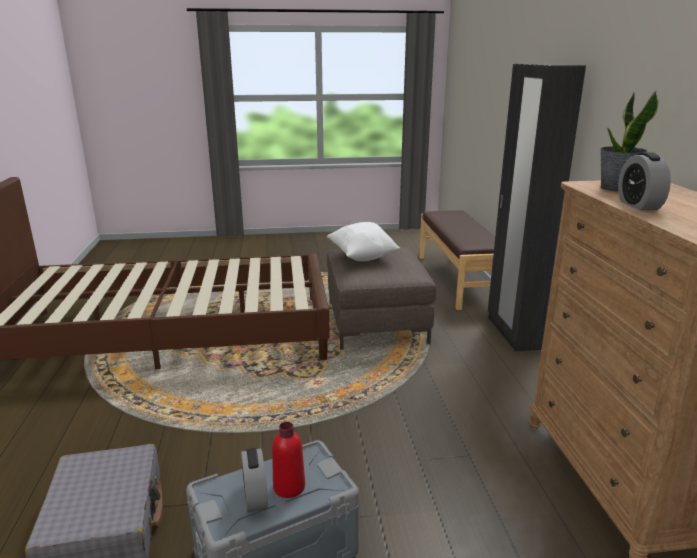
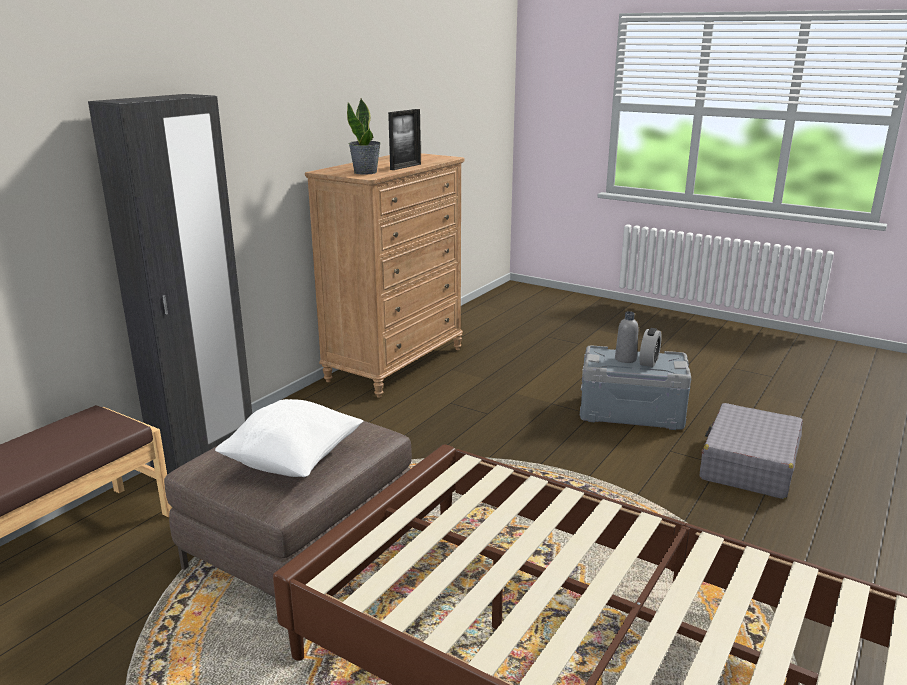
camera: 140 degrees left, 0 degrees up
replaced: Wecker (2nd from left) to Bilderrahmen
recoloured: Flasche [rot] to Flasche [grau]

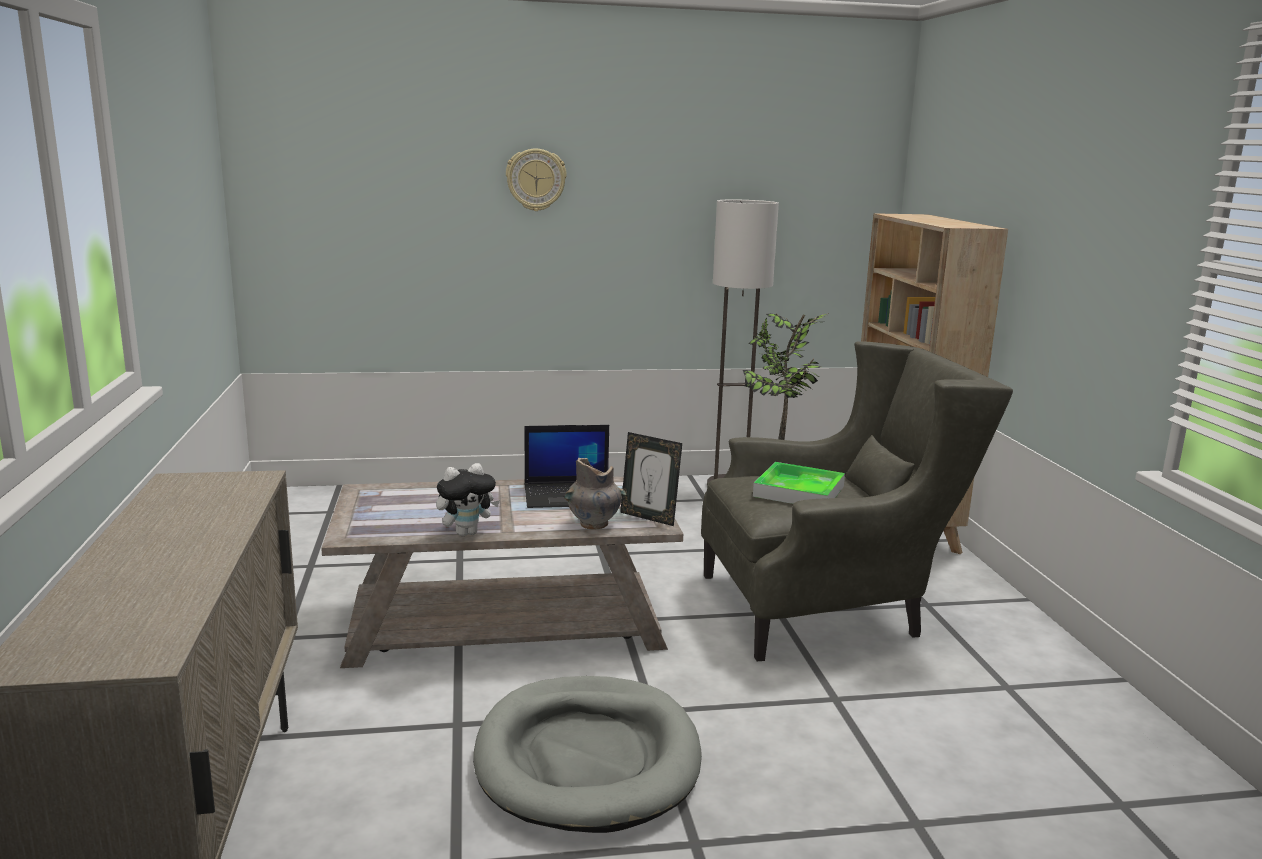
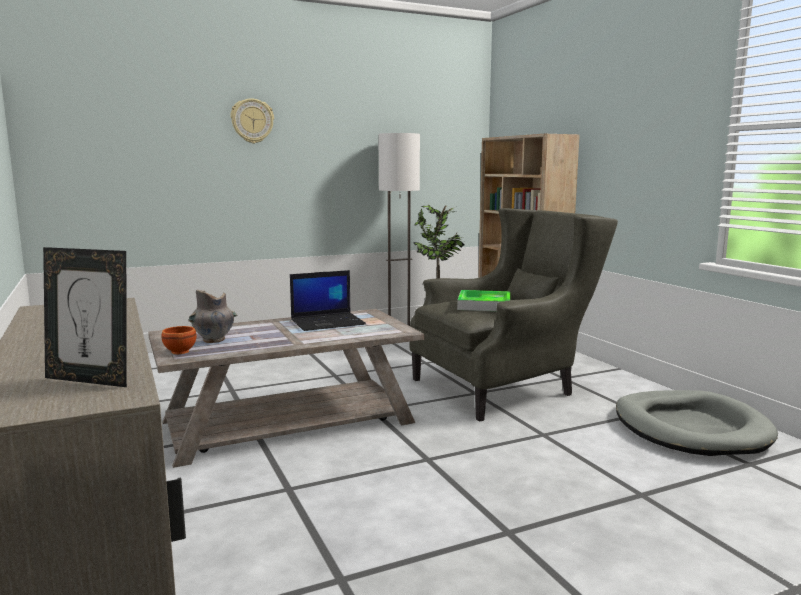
camera: 15 degrees left, 5 degrees down
removed: Plüschtier
added: Schüssel [braun]
moved: Bilderrahmen; Vase [grau]; Hundebett [grau]

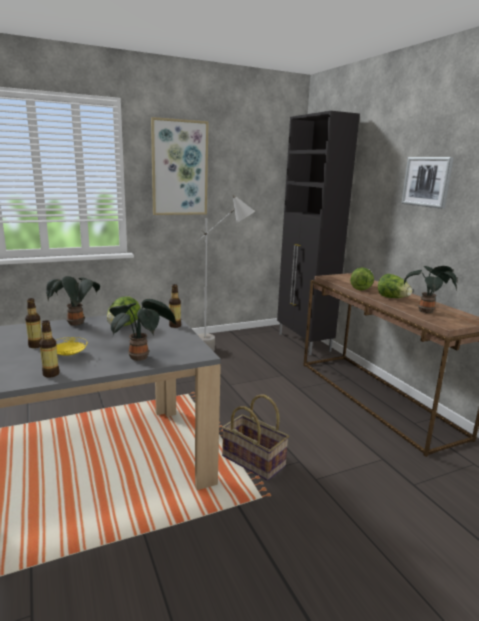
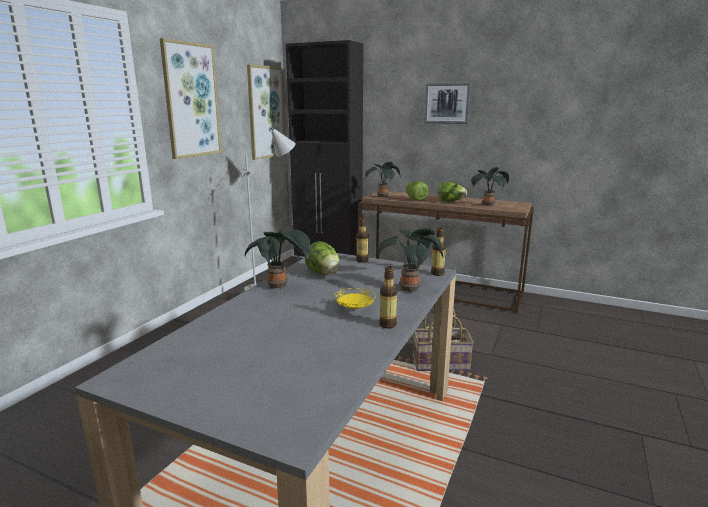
camera: 40 degrees left, 0 degrees up
added: Bild (2nd from left); Topfpflanze (2nd from left)
moved: Flasche (1st from left in the first image) to Flasche (3rd from left)

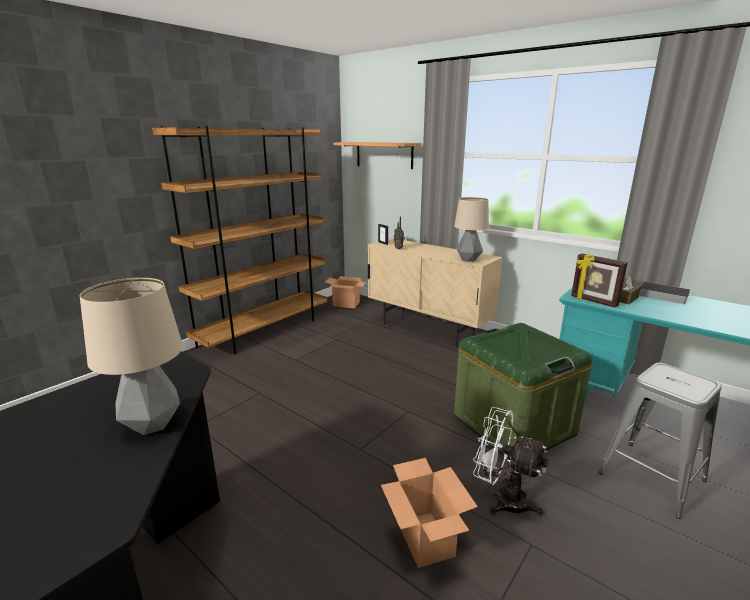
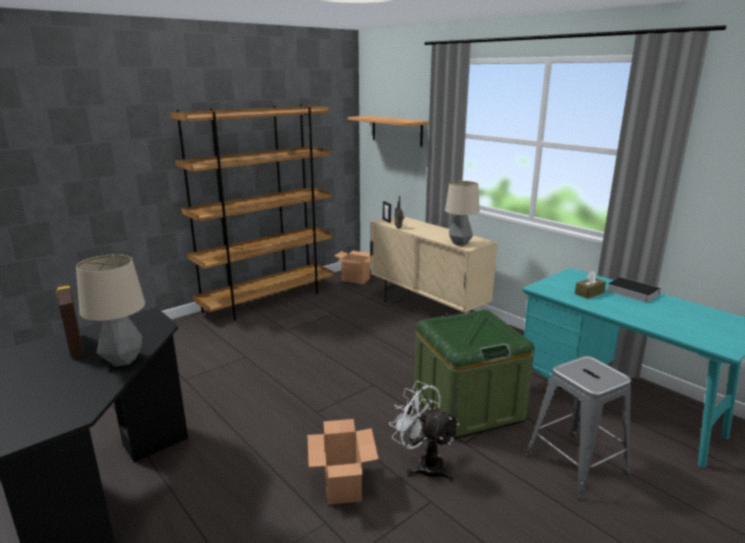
camera: 10 degrees right, 0 degrees up
moved: Bilderrahmen (2nd from left in the first image) to Bilderrahmen (1st from left)

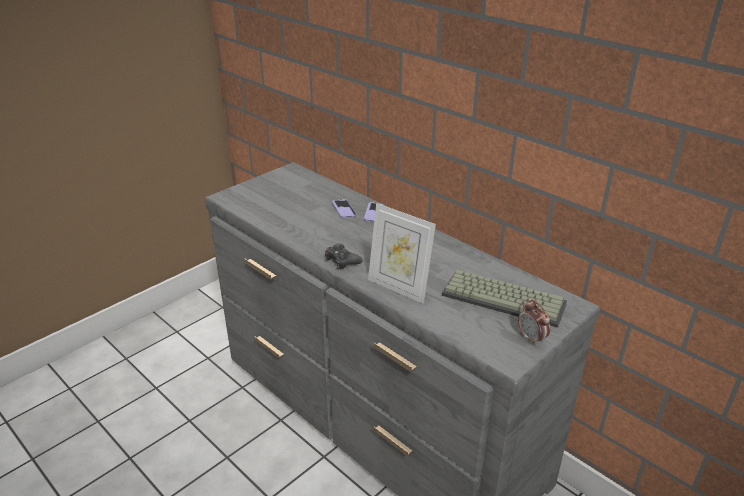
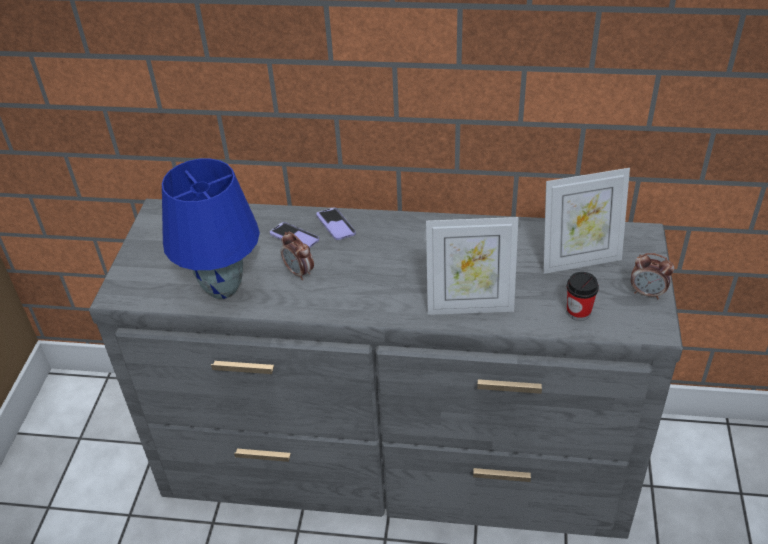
camera: 35 degrees left, 10 degrees up
removed: Gamepad [schwarz]
added: Tischlampe [blau]; Wecker (1st from left); Tasse
replaced: Tastatur to Bilderrahmen (2nd from left)

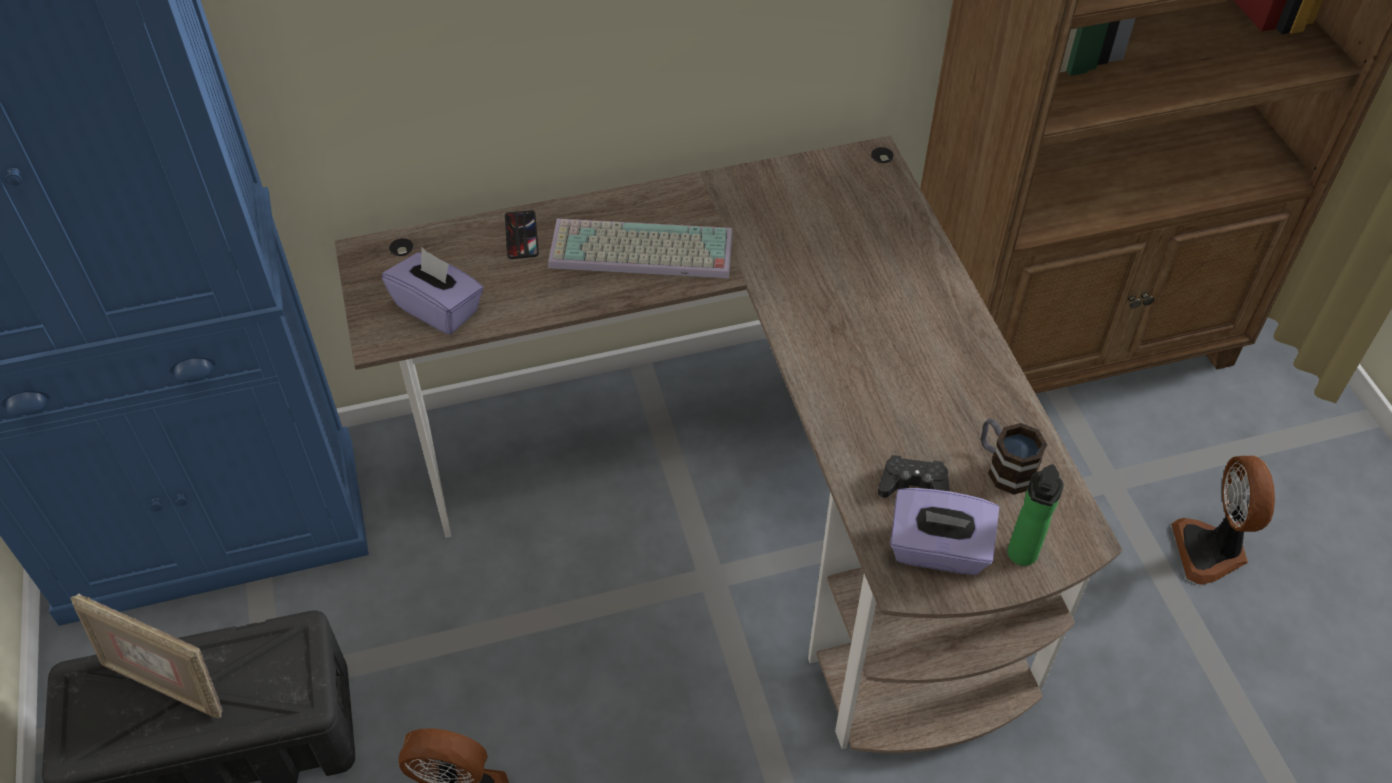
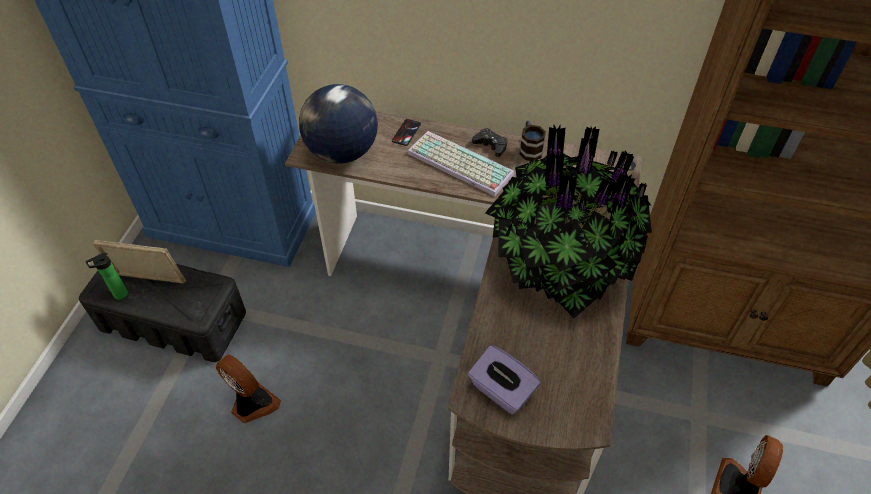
camera: 30 degrees right, 0 degrees up
added: Topfpflanze
moved: Flasche; Gamepad [schwarz]; Henkelbecher
replaced: Taschentuchbox [lila] (1st from left) to Globus
turned: Bilderrahmen 135 degrees clockwise

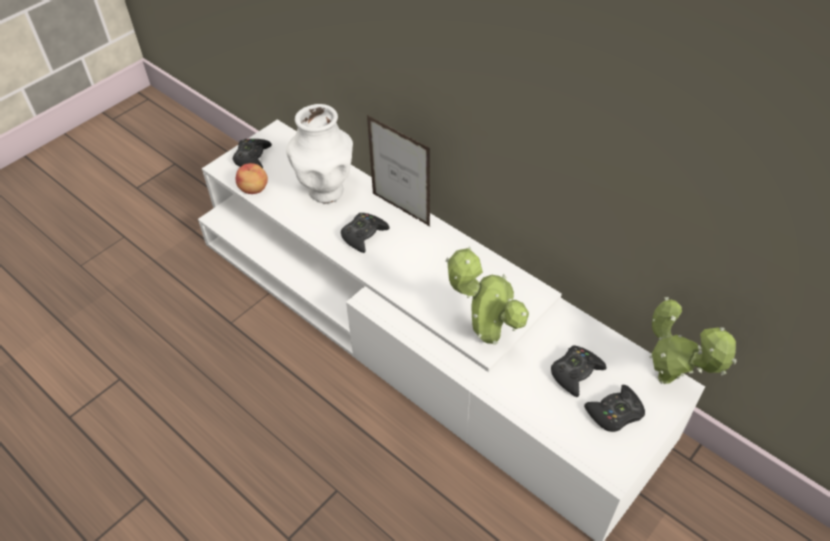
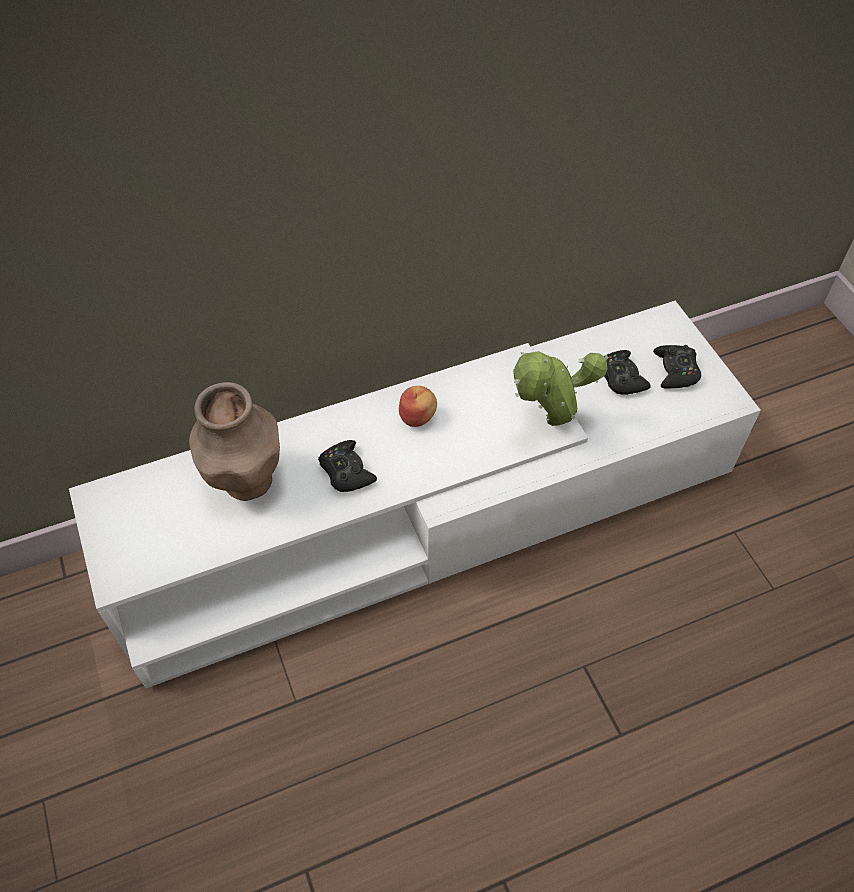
camera: 65 degrees left, 5 degrees up
removed: Gamepad [schwarz] (1st from left); Bilderrahmen; Topfpflanze (2nd from left)
moved: Apfel
recoloured: Vase [weiß] to Vase [braun]

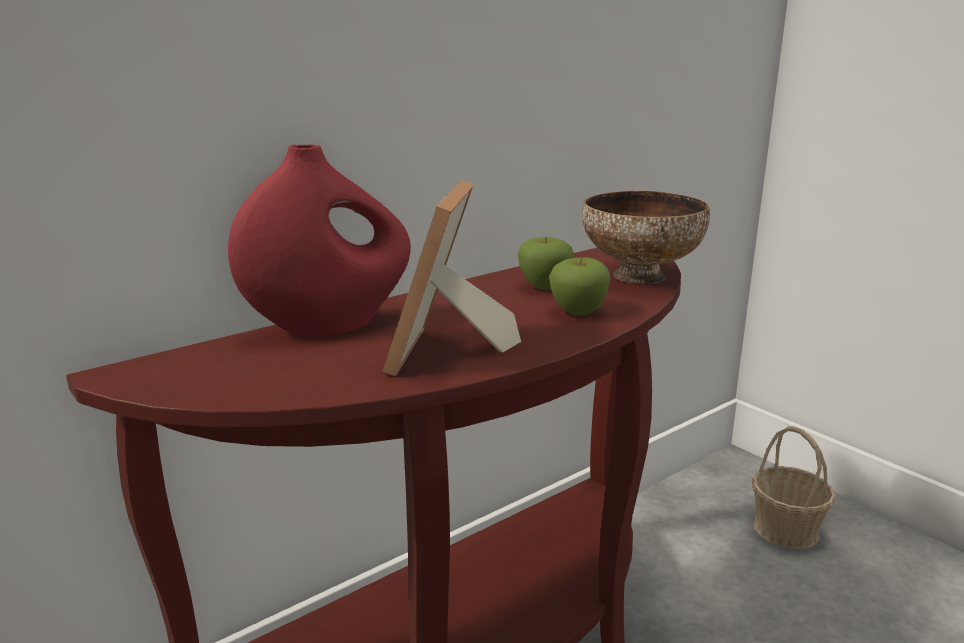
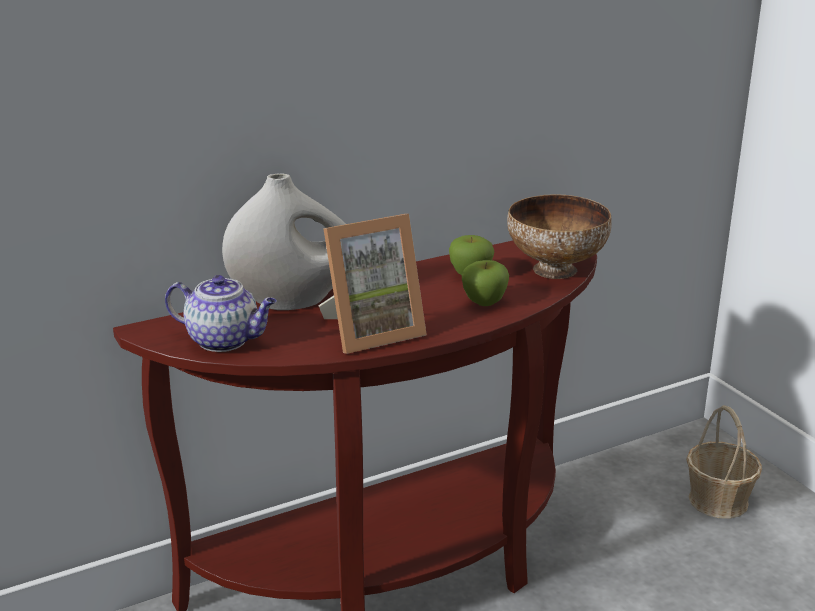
camera: 10 degrees right, 5 degrees up
added: Teekanne
recoloured: Vase [rot] to Vase [weiß]
turned: Bilderrahmen 135 degrees counterclockwise

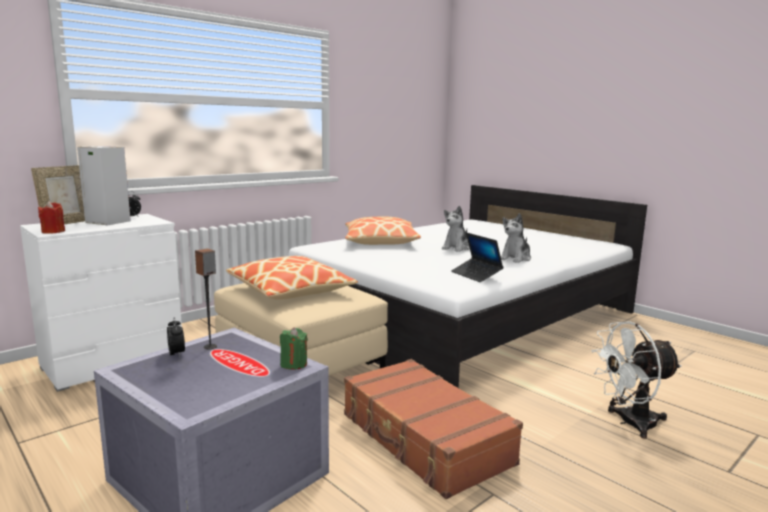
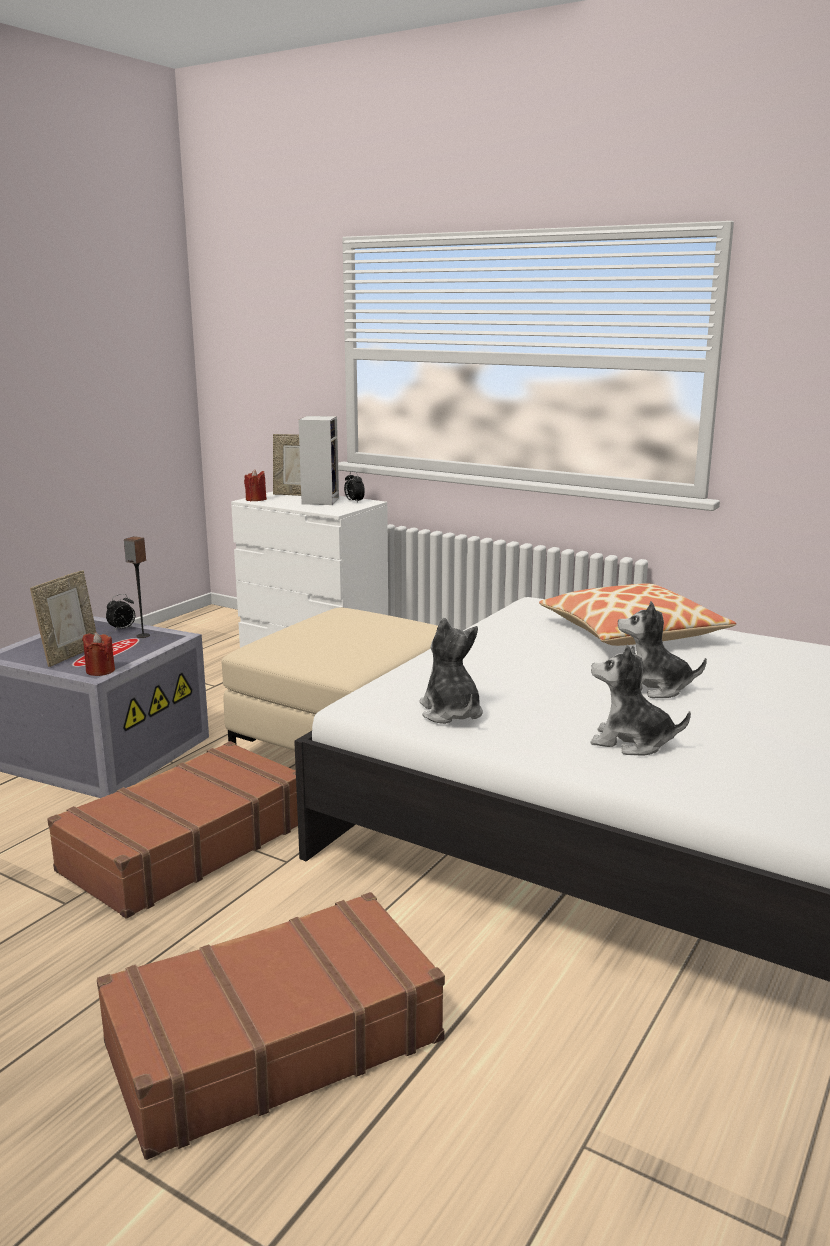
camera: 75 degrees right, 5 degrees up
removed: Kissen (1st from left)
added: Bilderrahmen (1st from left)
replaced: Ventilator [weiß] to Koffer [braun] (2nd from left); Laptop to Plüschtier (1st from left)
recoloured: Kerze [grün] to Kerze [rot] (1st from left)

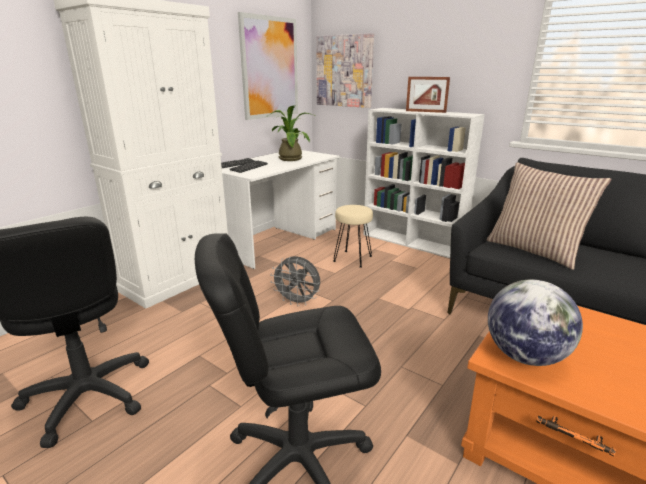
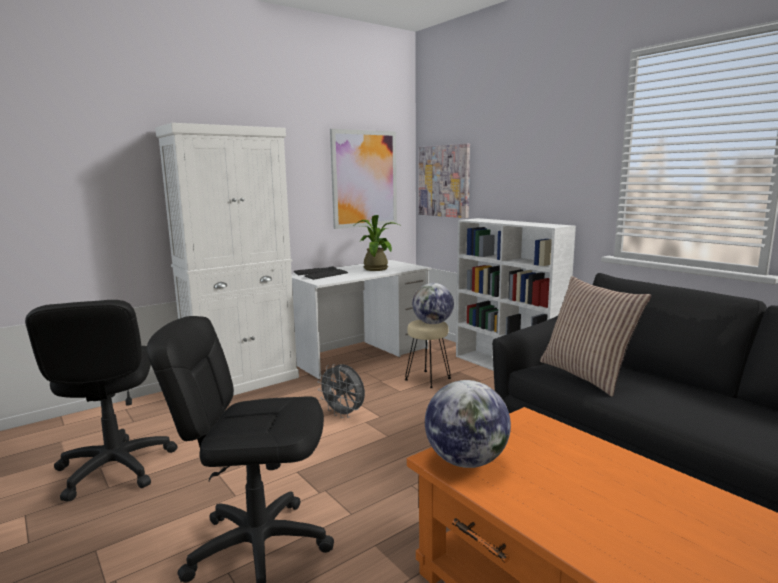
camera: 15 degrees right, 10 degrees down
removed: Bilderrahmen
added: Globus (1st from left)

